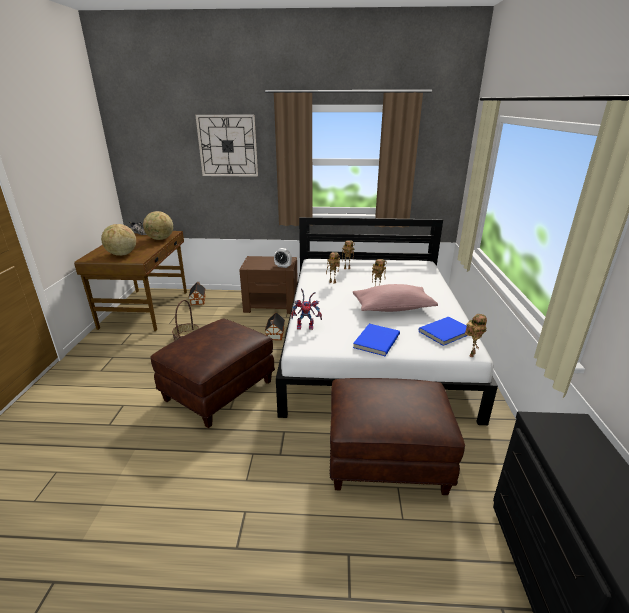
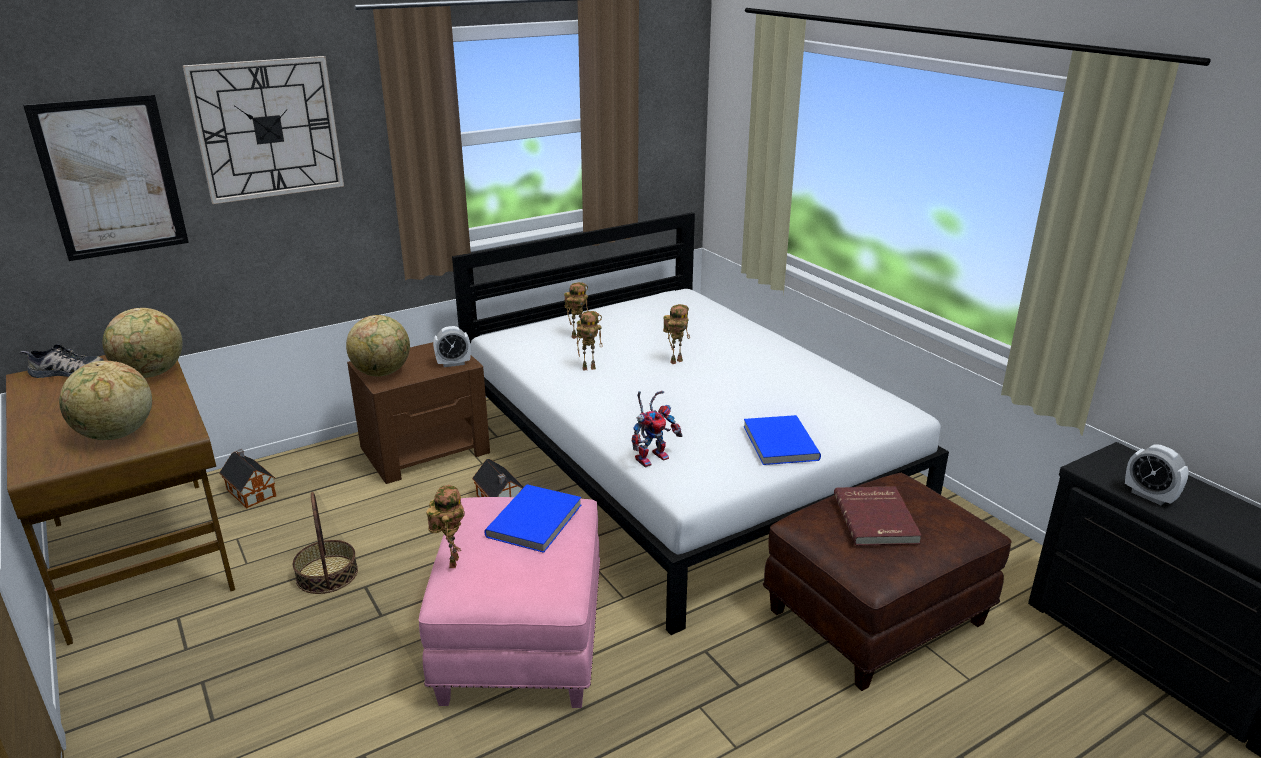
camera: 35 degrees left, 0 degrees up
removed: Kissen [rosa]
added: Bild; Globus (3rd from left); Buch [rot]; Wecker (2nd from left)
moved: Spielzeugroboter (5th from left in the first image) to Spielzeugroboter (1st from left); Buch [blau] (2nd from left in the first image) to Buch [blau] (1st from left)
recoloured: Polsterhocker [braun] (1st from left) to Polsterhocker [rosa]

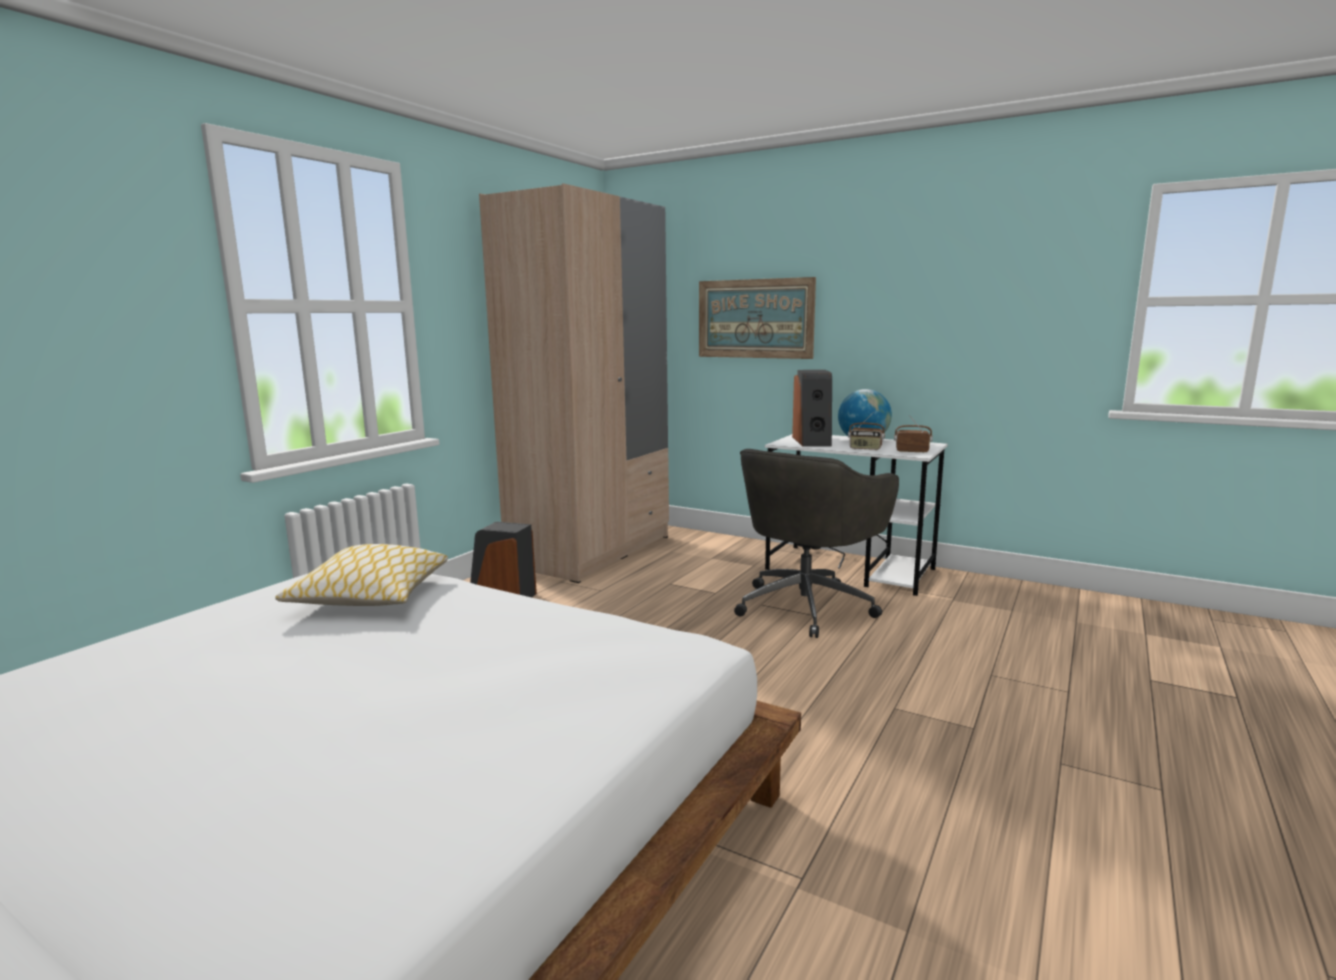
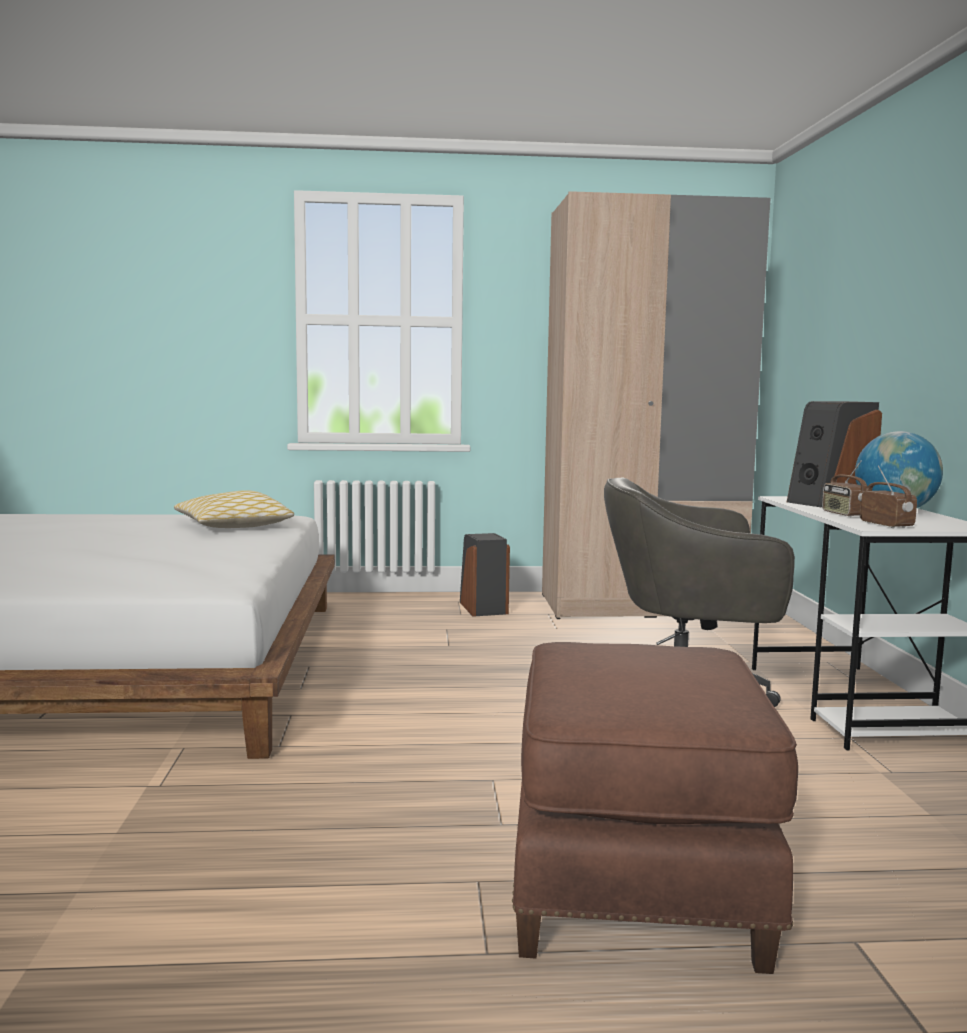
camera: 55 degrees right, 5 degrees down
removed: Bild
added: Polsterhocker [braun]

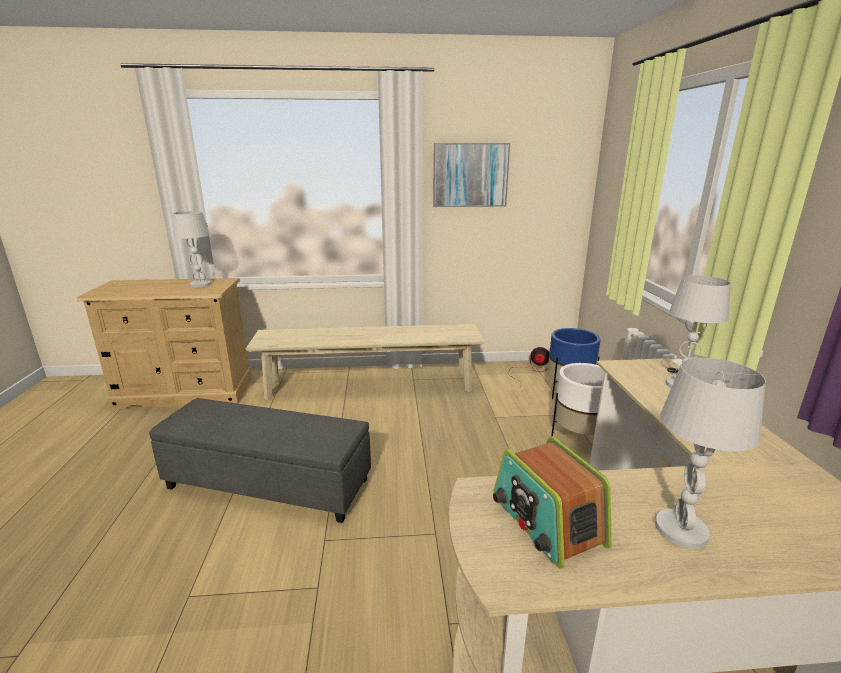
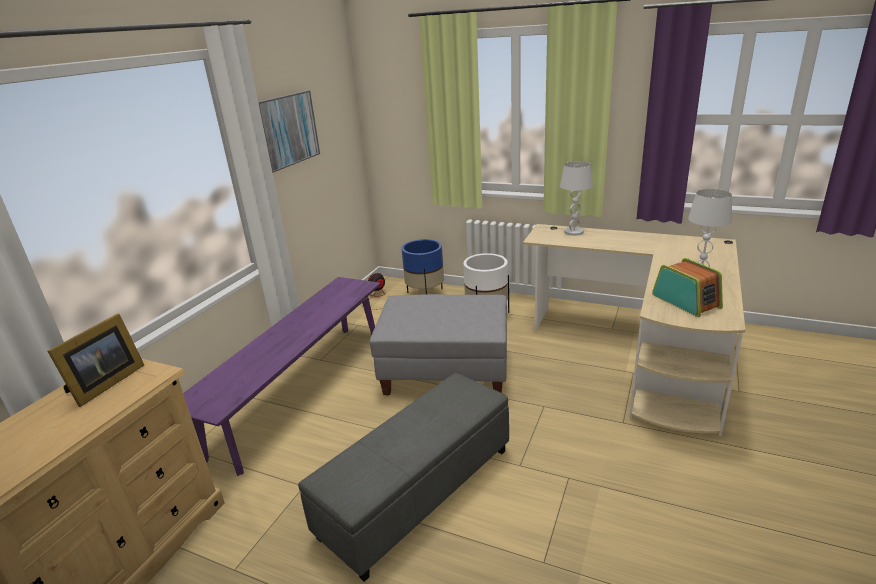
camera: 60 degrees left, 5 degrees up
added: Polsterhocker [grau] (2nd from left)
replaced: Tischlampe [weiß] (1st from left) to Bilderrahmen
recoloured: Bank [beige] to Bank [lila]
turned: Radio 120 degrees counterclockwise

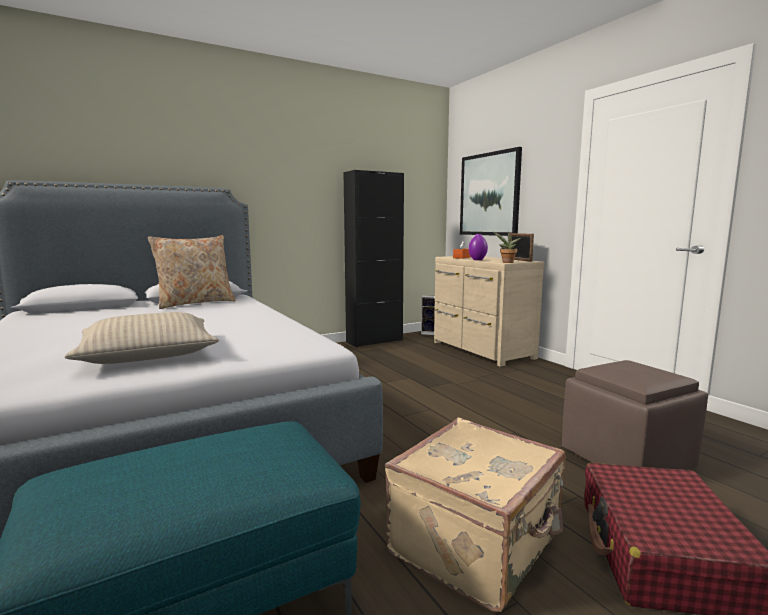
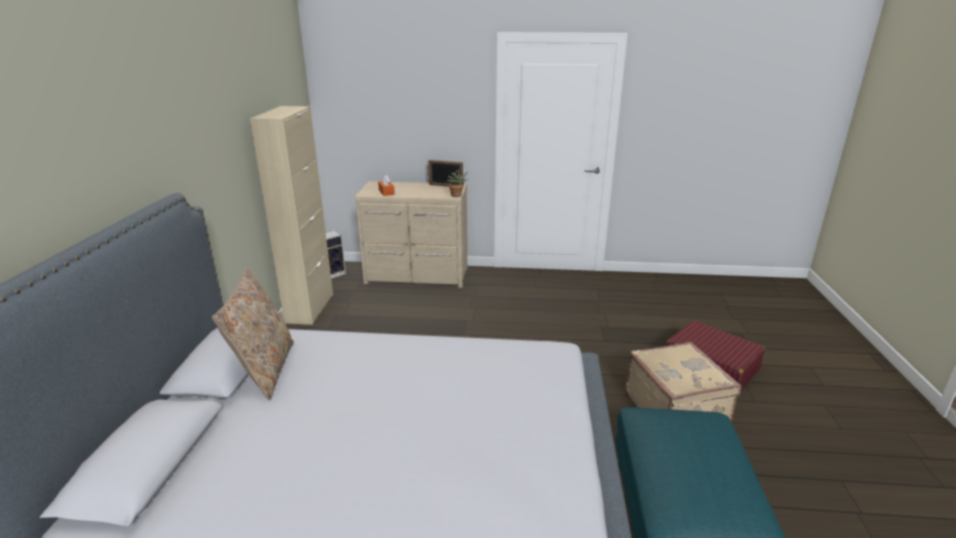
camera: 55 degrees left, 15 degrees up
removed: Kissen [beige] (1st from left); Bild; Vase [lila]; Polsterhocker [braun]
recoloured: Schrank [schwarz] to Schrank [beige]

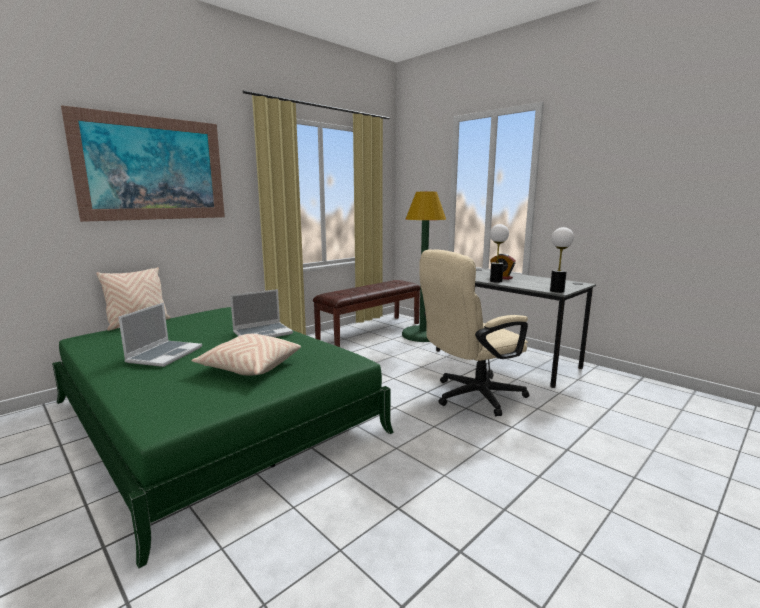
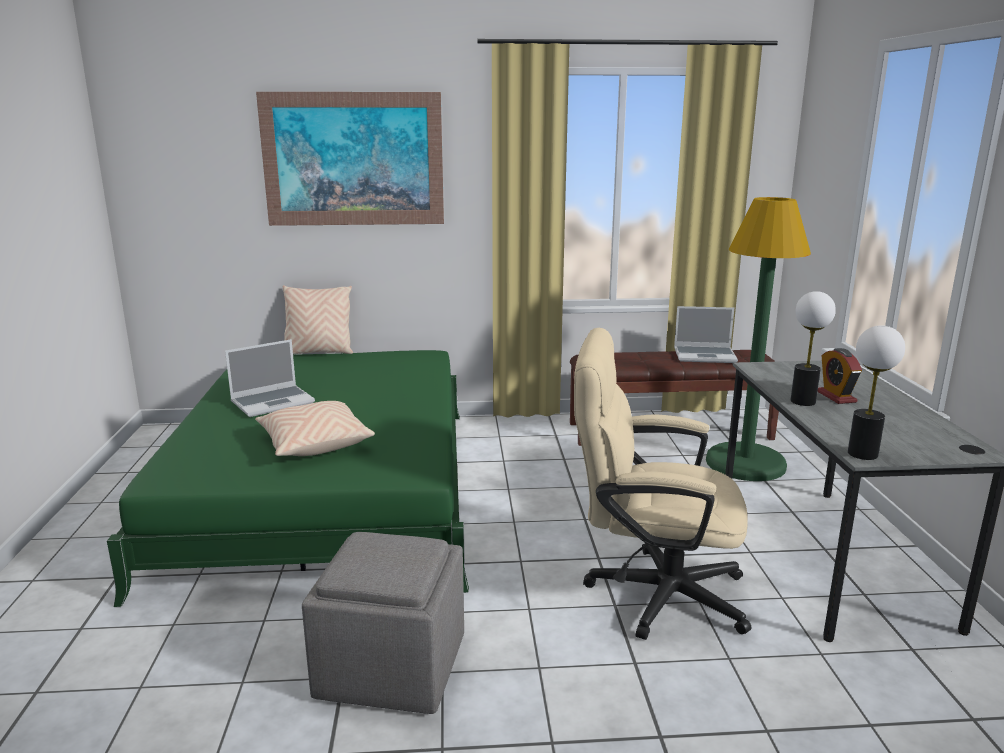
camera: 40 degrees right, 5 degrees up
added: Polsterhocker [grau]
moved: Laptop (2nd from left)

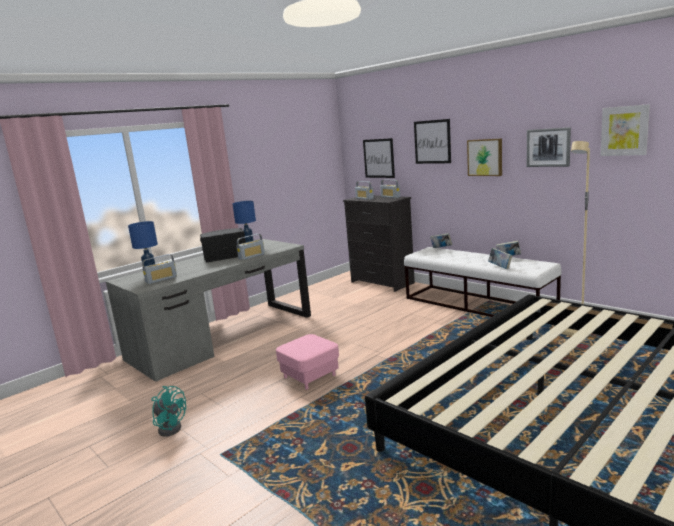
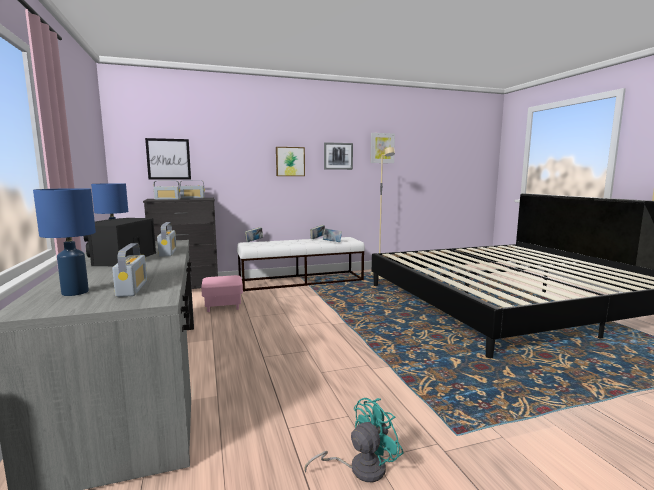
camera: 65 degrees left, 5 degrees down
removed: Bild (2nd from left)
moved: Polsterhocker [rosa]

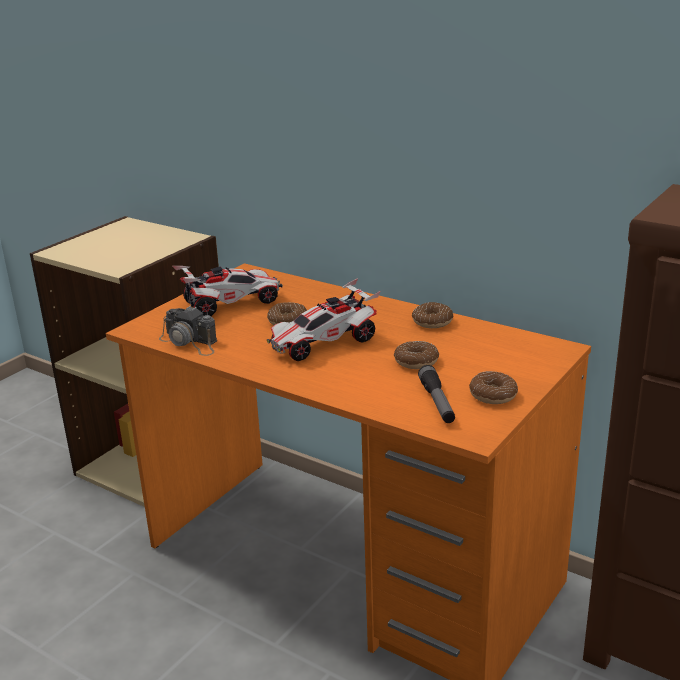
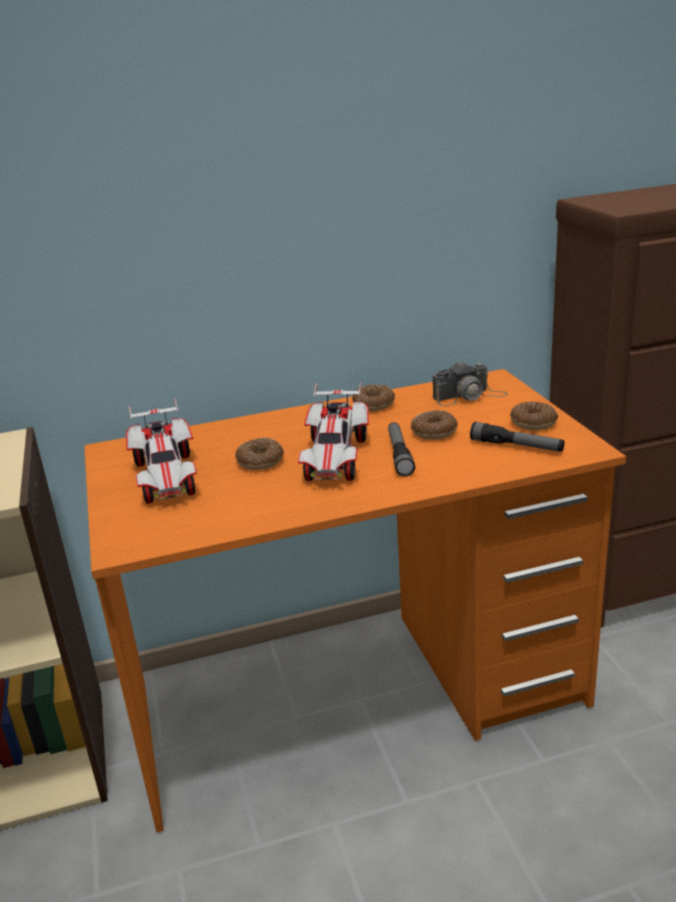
camera: 50 degrees left, 0 degrees up
added: Taschenlampe (1st from left)
moved: Kamera
turned: Spielzeugauto (1st from left) 150 degrees clockwise

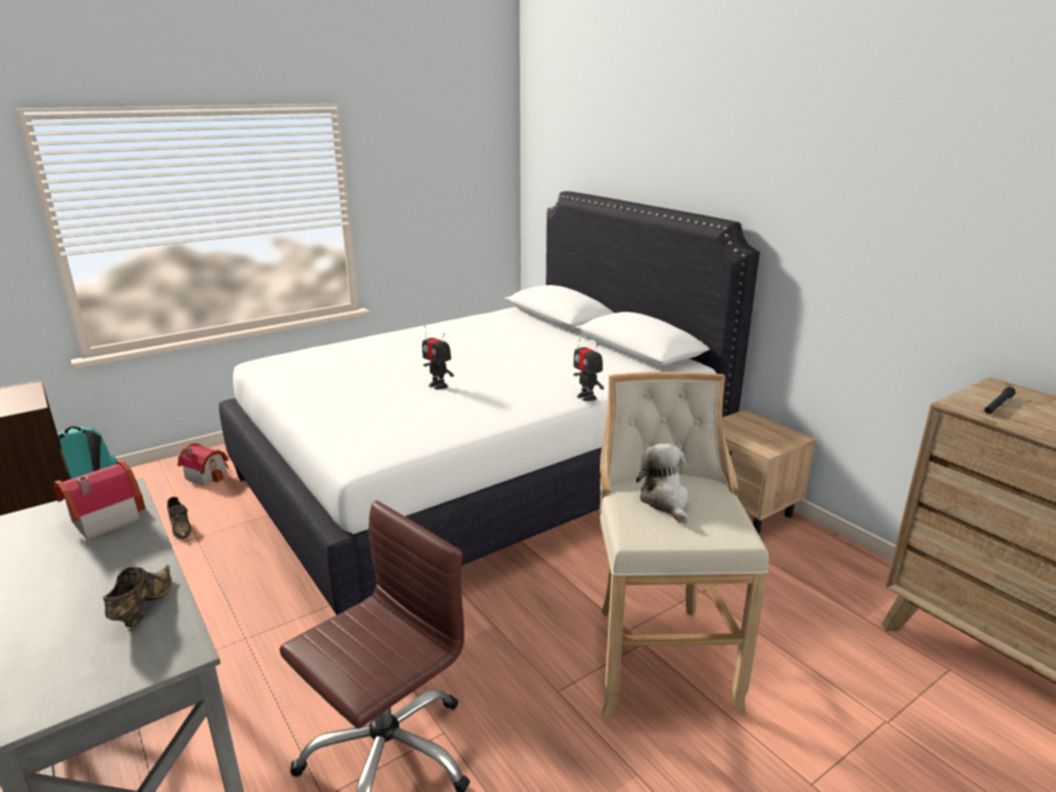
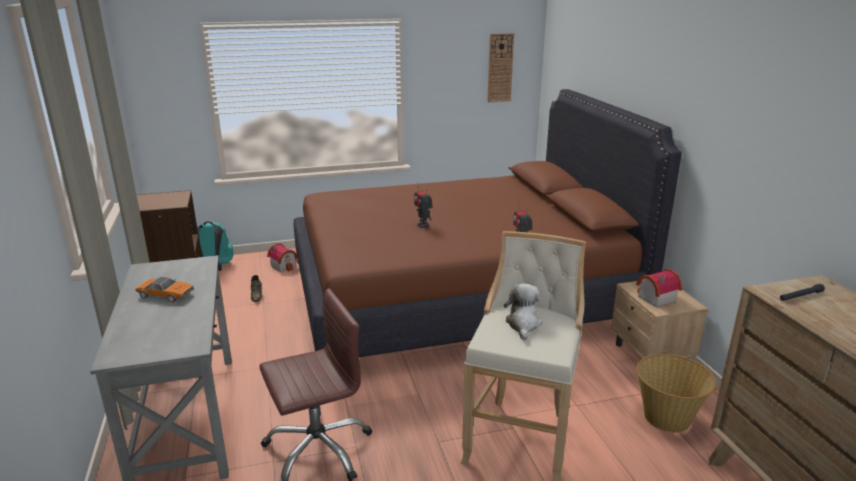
camera: 20 degrees right, 0 degrees up
removed: Schuh [braun] (1st from left)
added: Spielzeugauto; Wanduhr; Korb
moved: Spielzeughaus (1st from left in the first image) to Spielzeughaus (2nd from left)
recoloured: Bett [weiß] to Bett [braun]

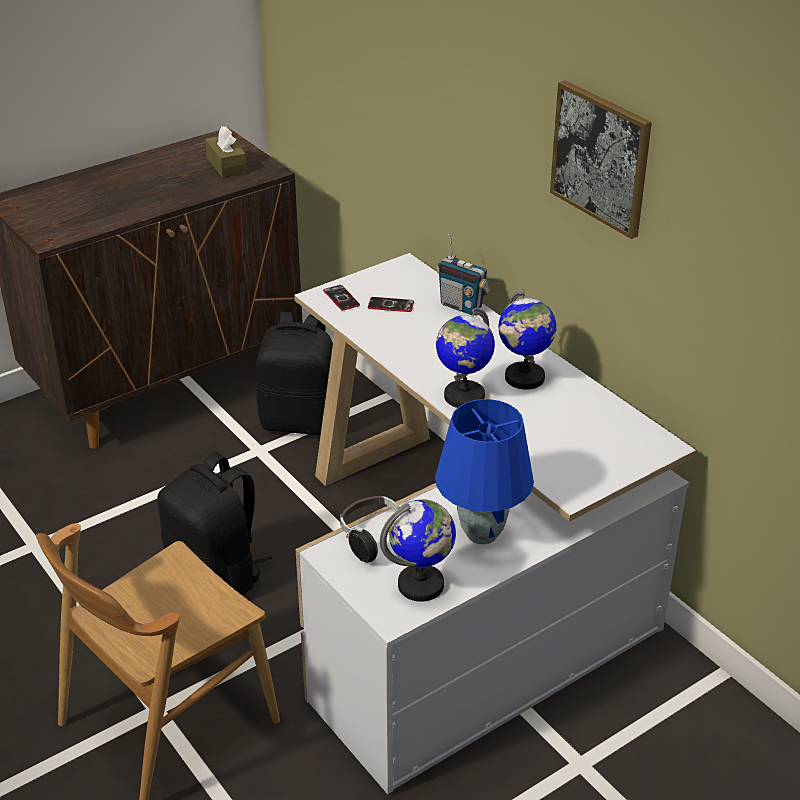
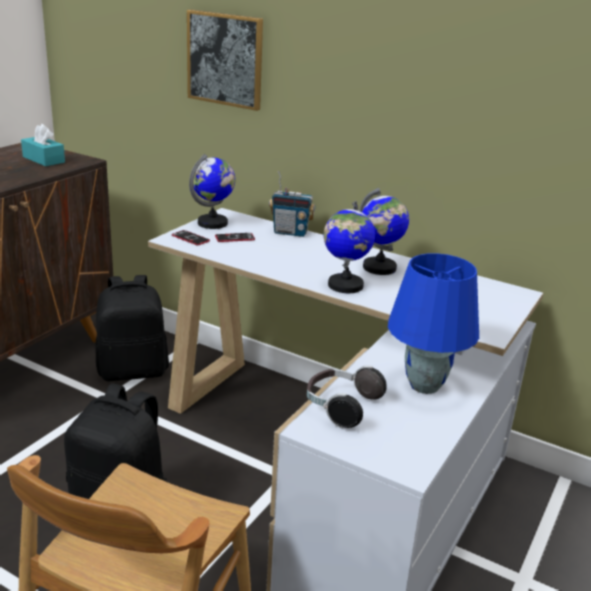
camera: 25 degrees left, 10 degrees down
moved: Bild; Globus (1st from left)
recoloured: Taschentuchbox [braun] to Taschentuchbox [türkis]

